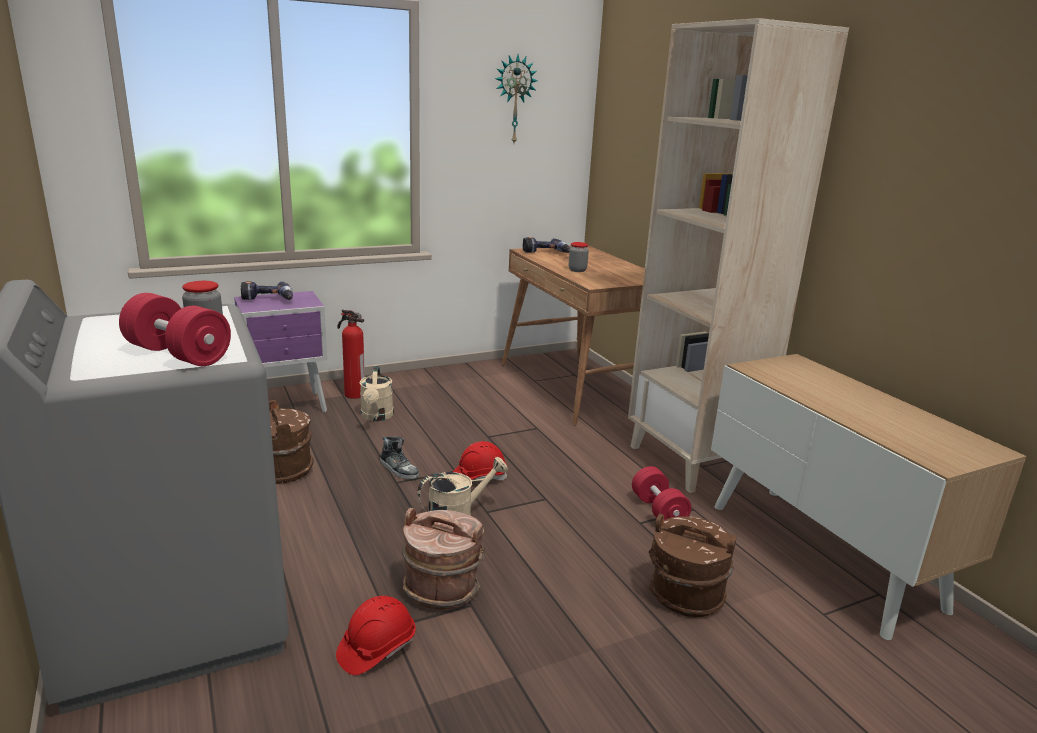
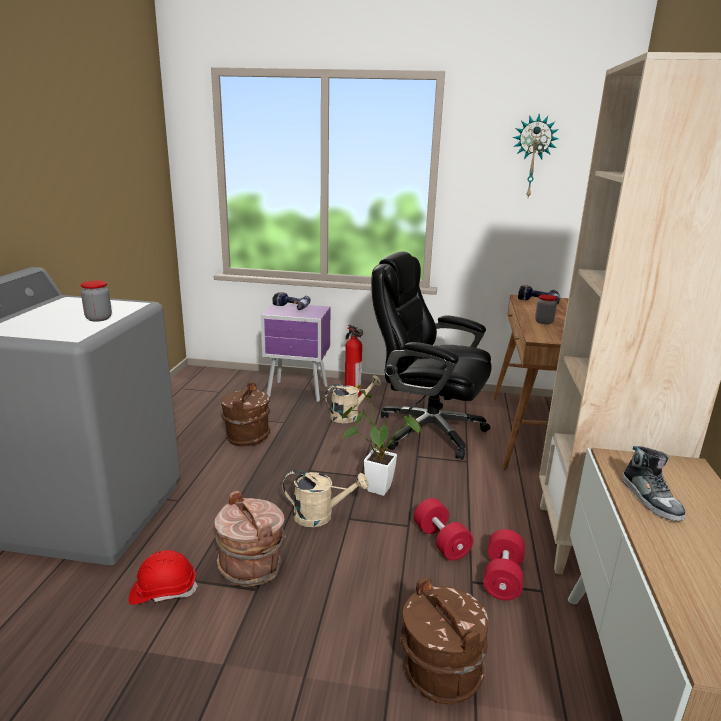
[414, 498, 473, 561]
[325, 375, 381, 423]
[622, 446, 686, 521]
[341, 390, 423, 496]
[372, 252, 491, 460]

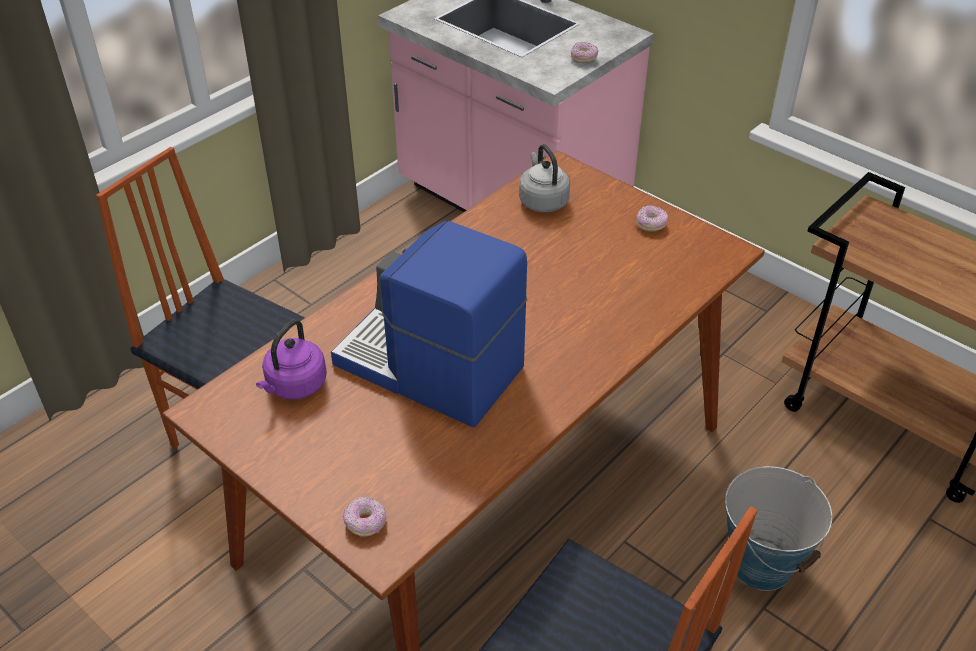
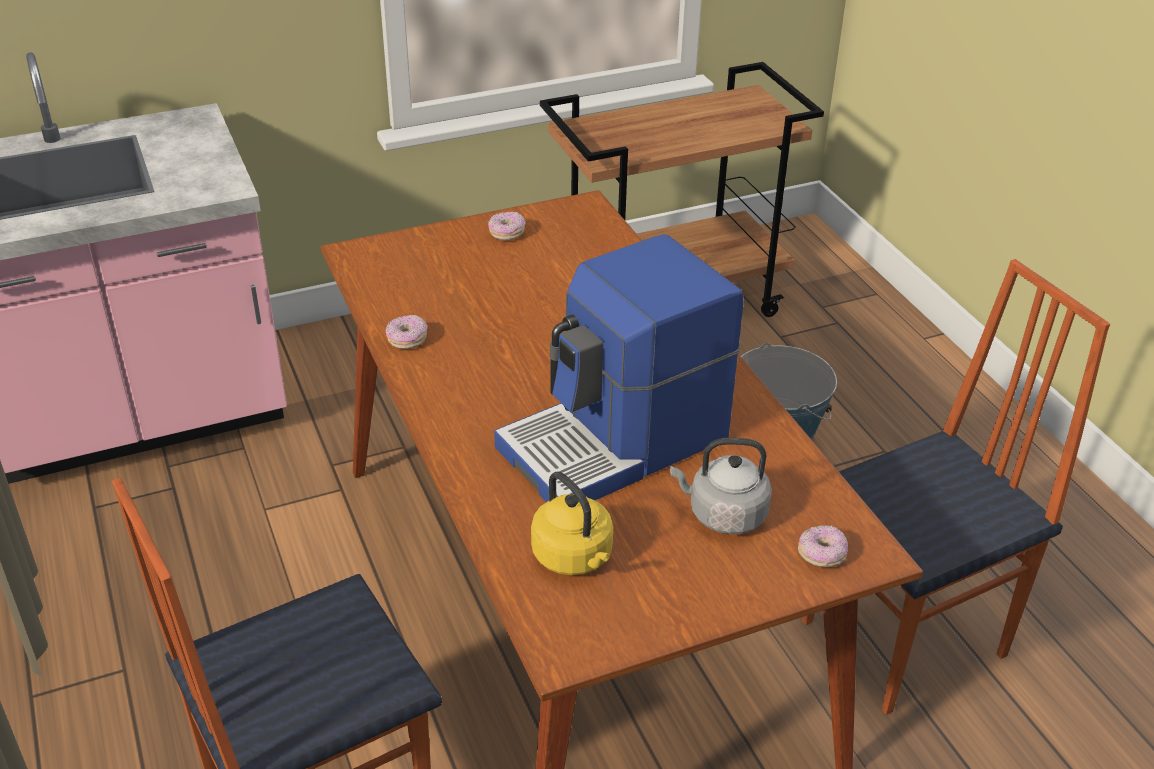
[531, 472, 613, 575]
[670, 438, 772, 534]
[386, 315, 427, 349]

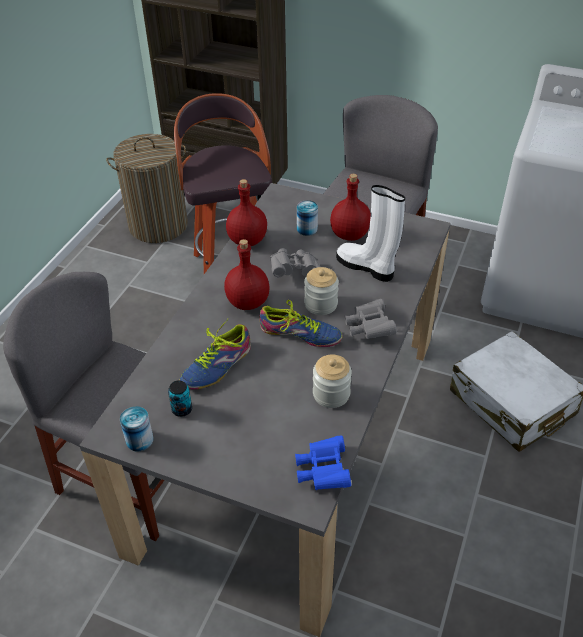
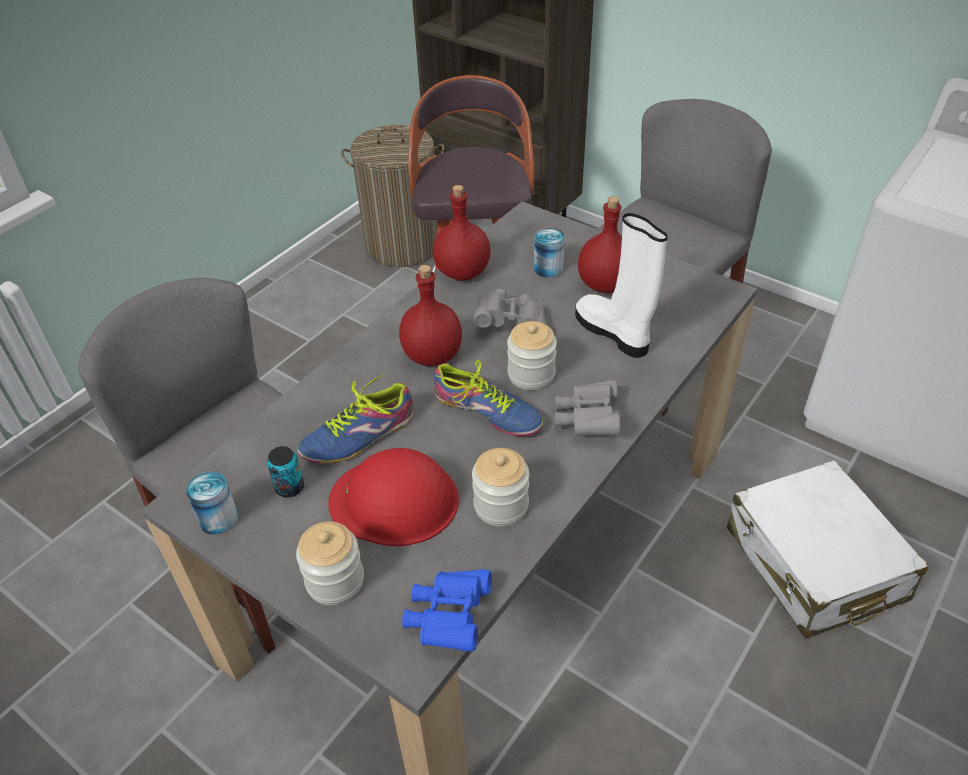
[296, 521, 364, 605]
[328, 448, 459, 546]

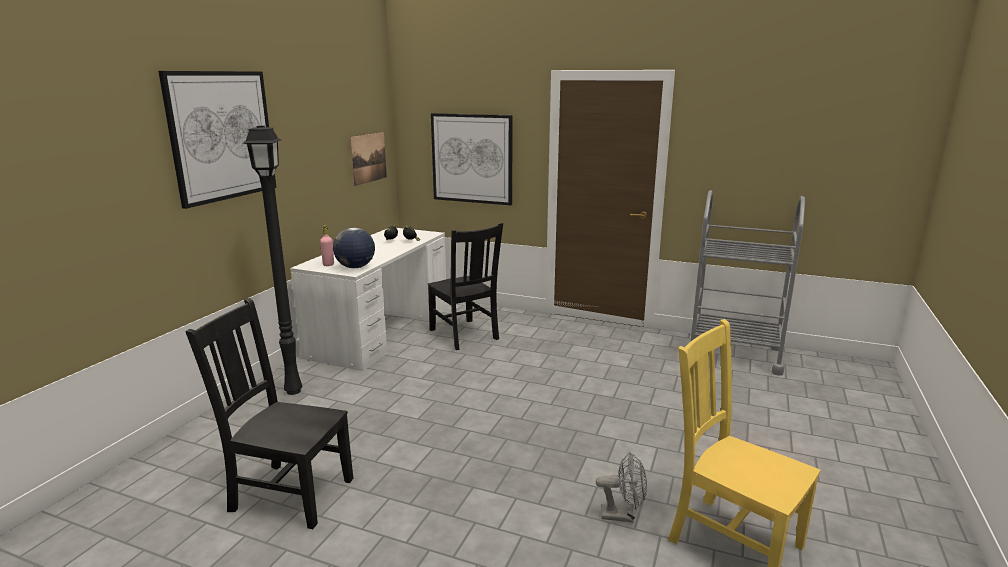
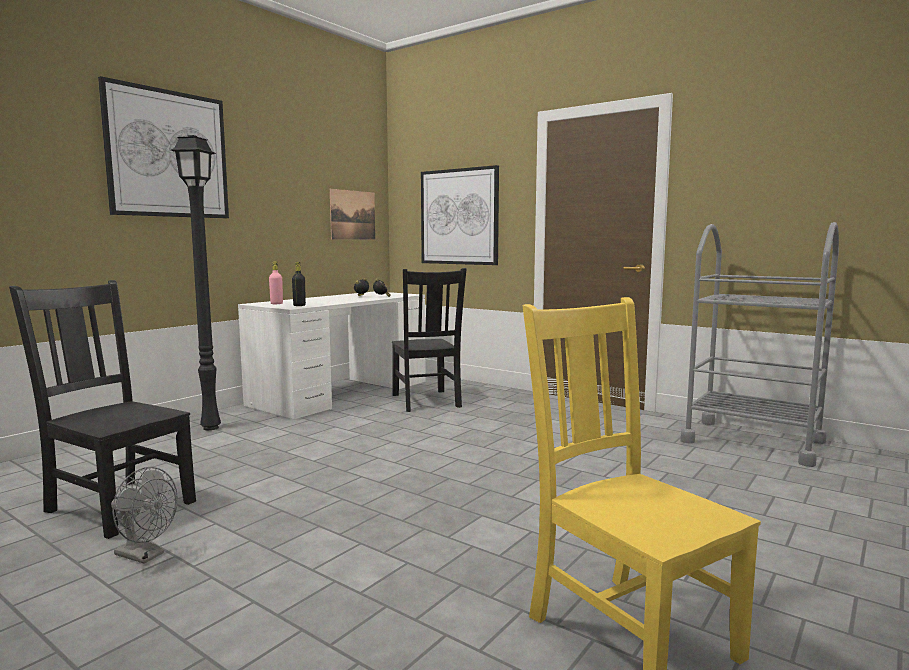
[292, 262, 306, 306]
[111, 467, 178, 564]

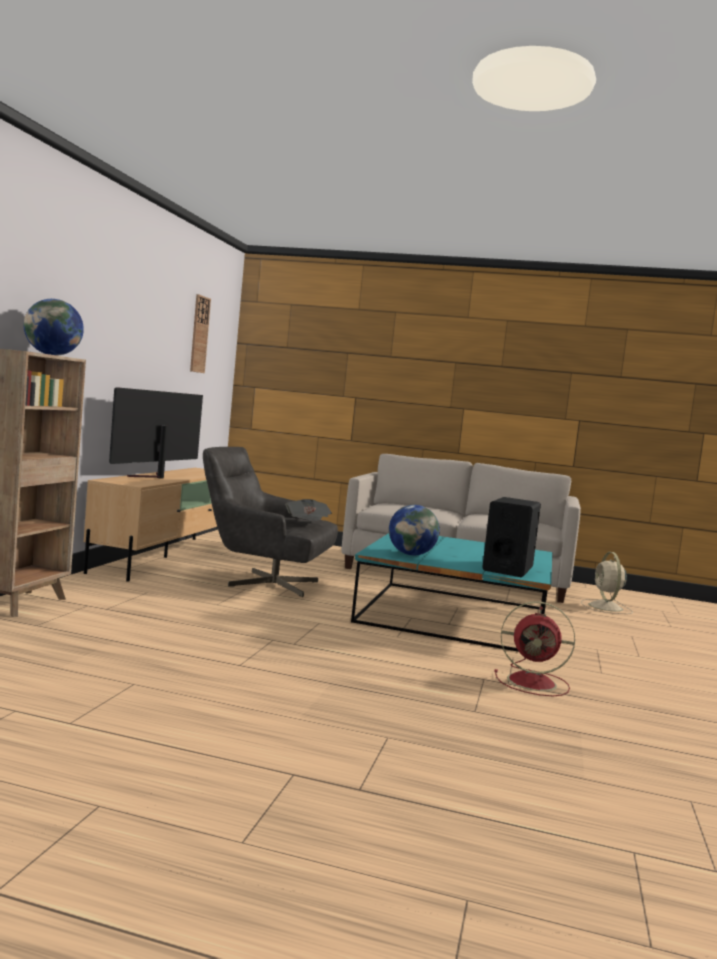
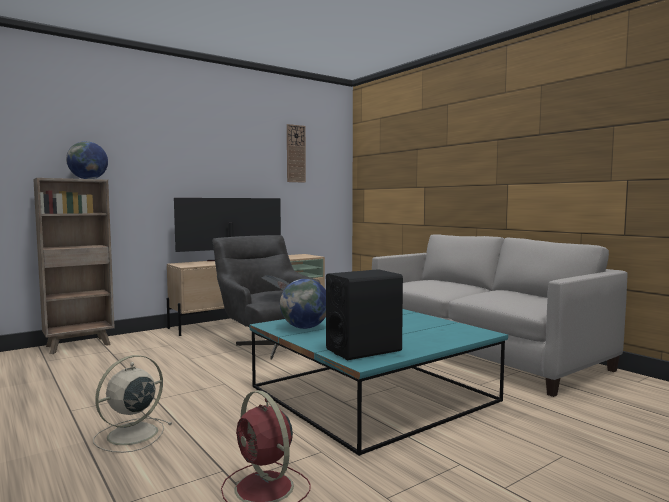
[93, 355, 172, 453]

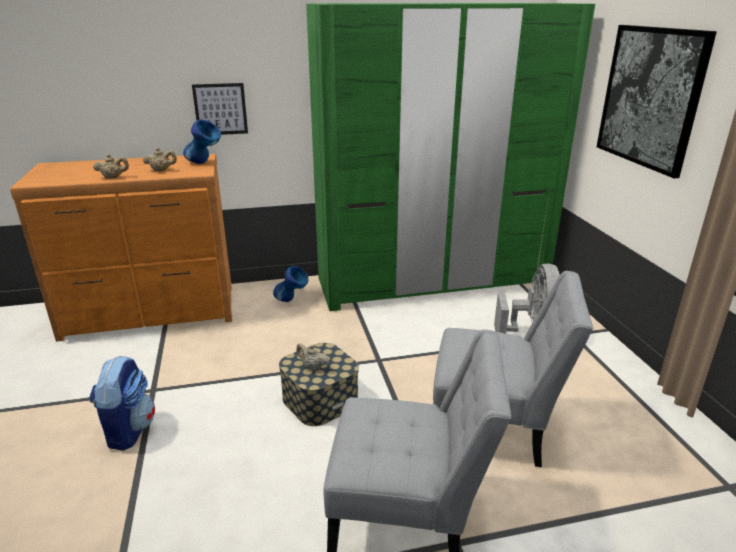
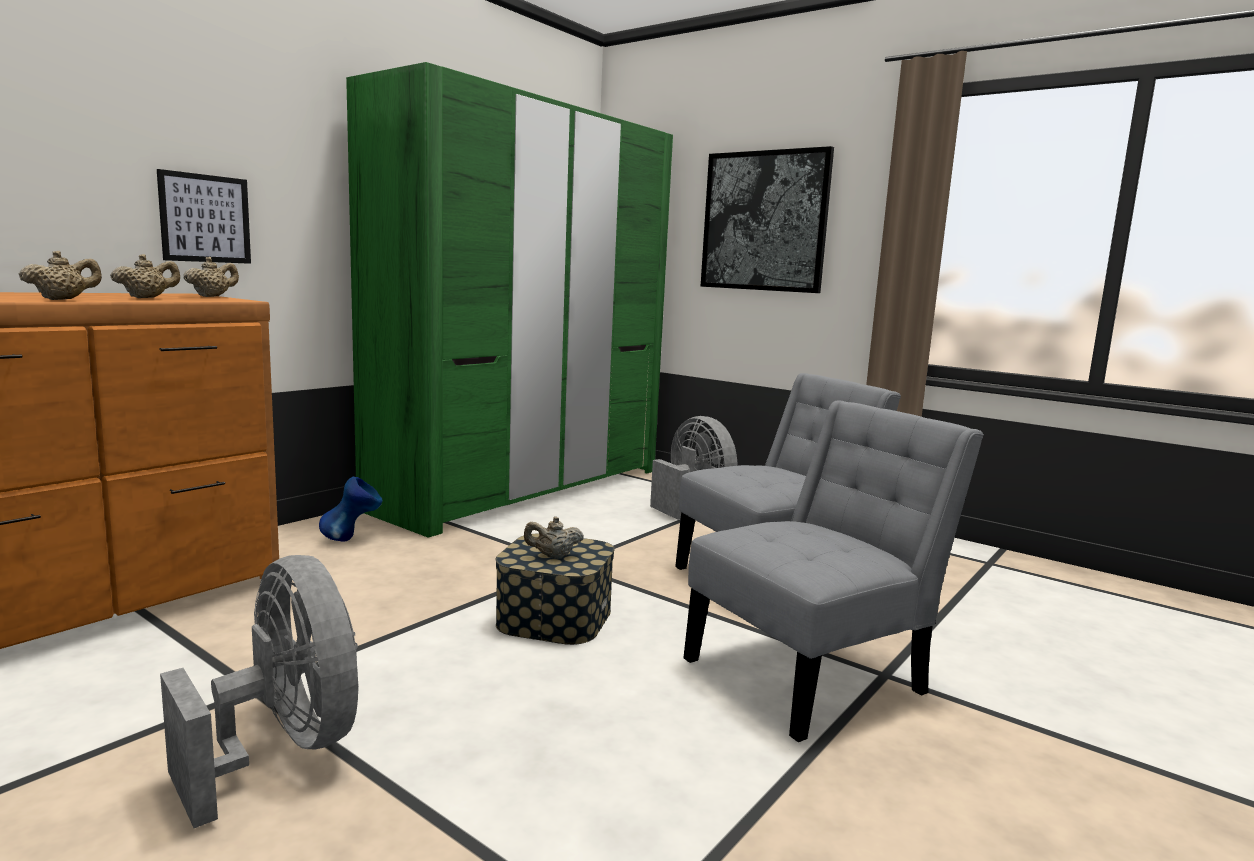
[160, 555, 359, 828]
[184, 257, 239, 297]

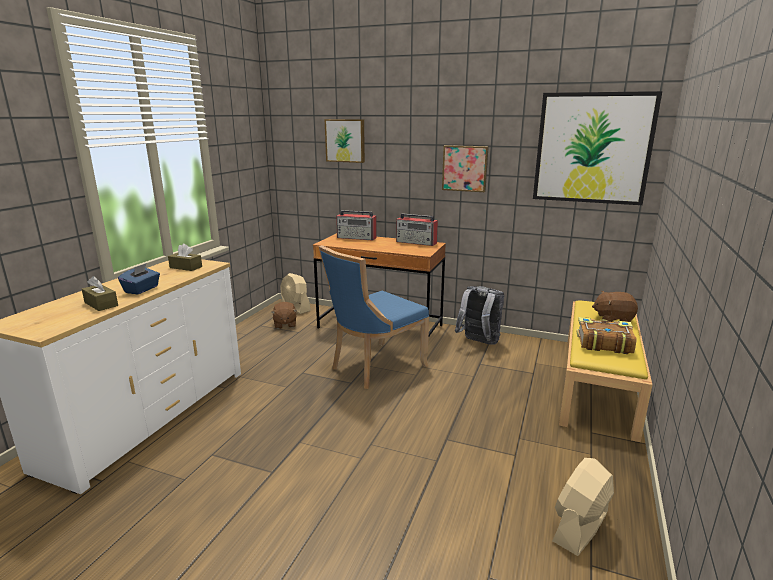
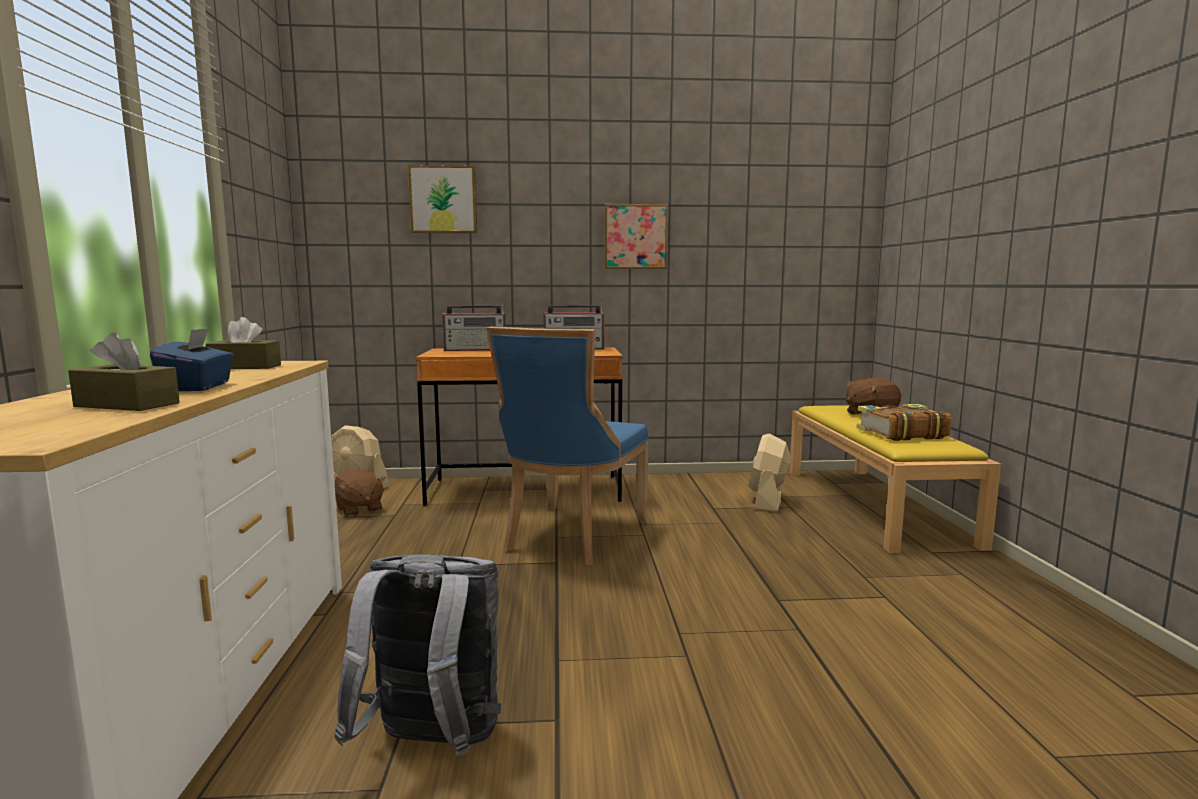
[334, 554, 501, 756]
[533, 91, 662, 205] (first image)
[748, 433, 791, 512]

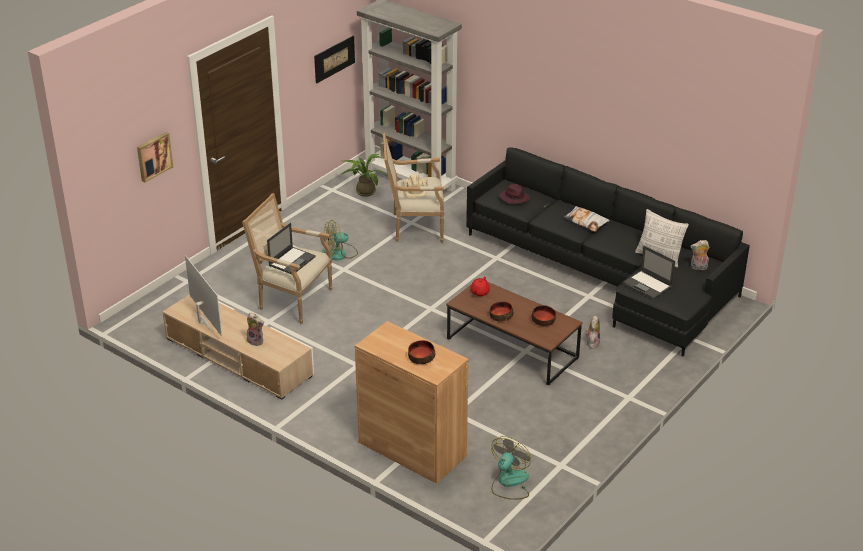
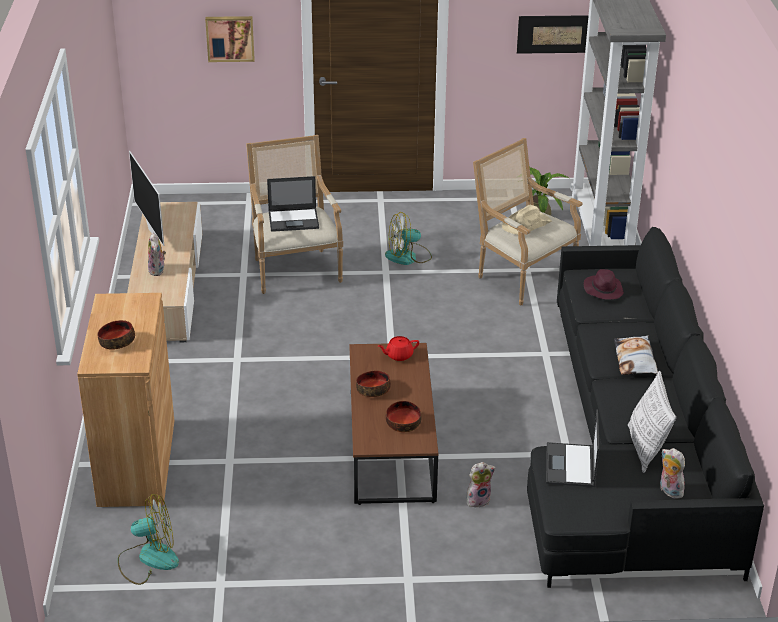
[129, 151, 164, 246]
[385, 212, 432, 265]

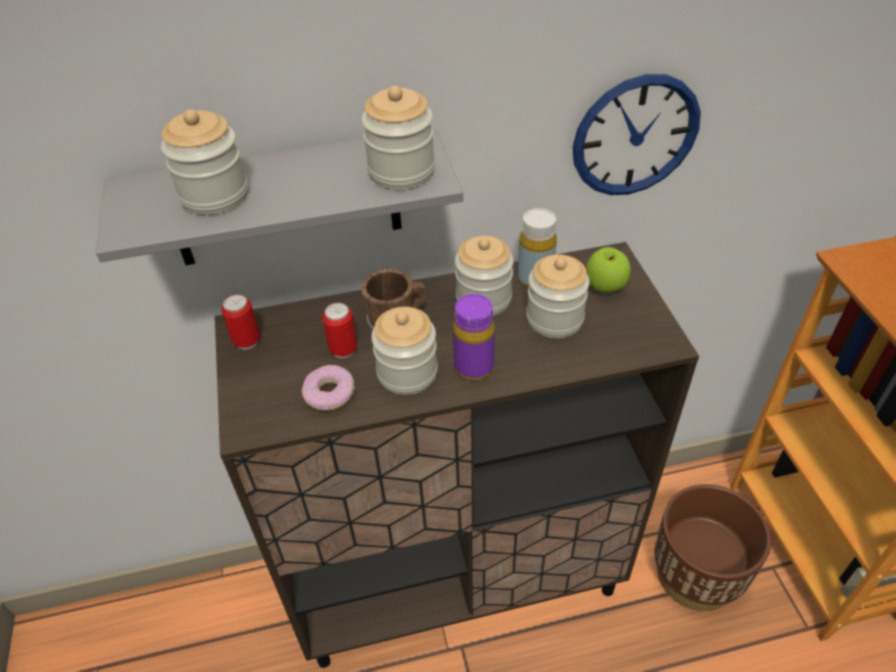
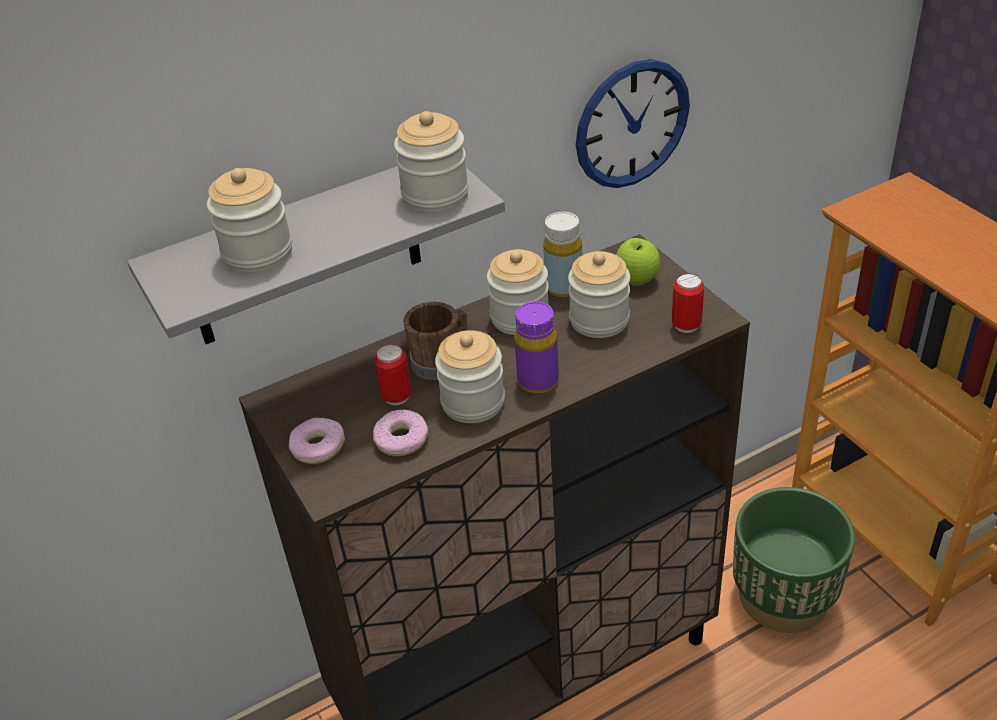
[672, 273, 704, 333]
[733, 487, 855, 633]
[289, 417, 345, 464]

